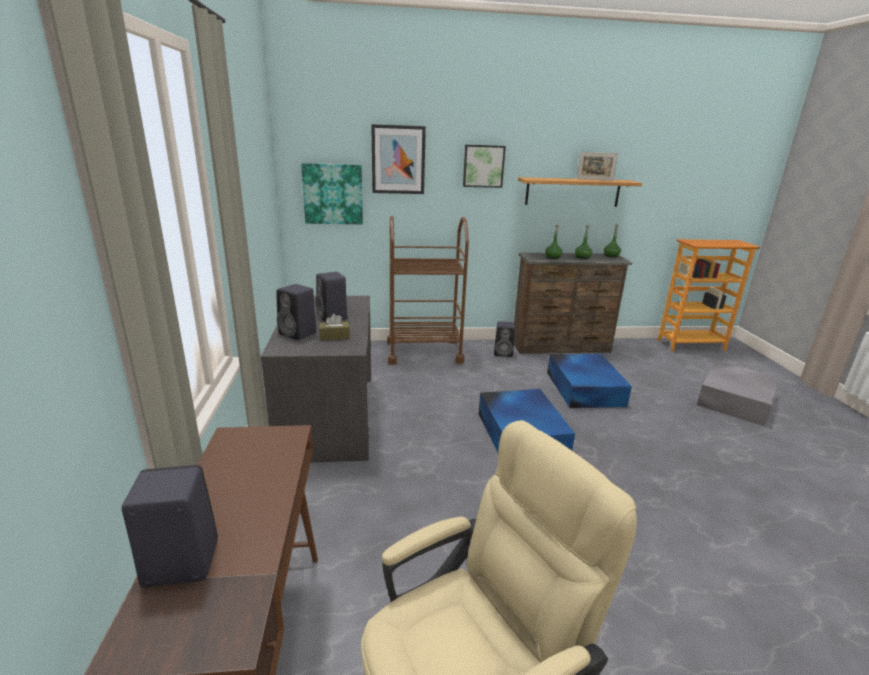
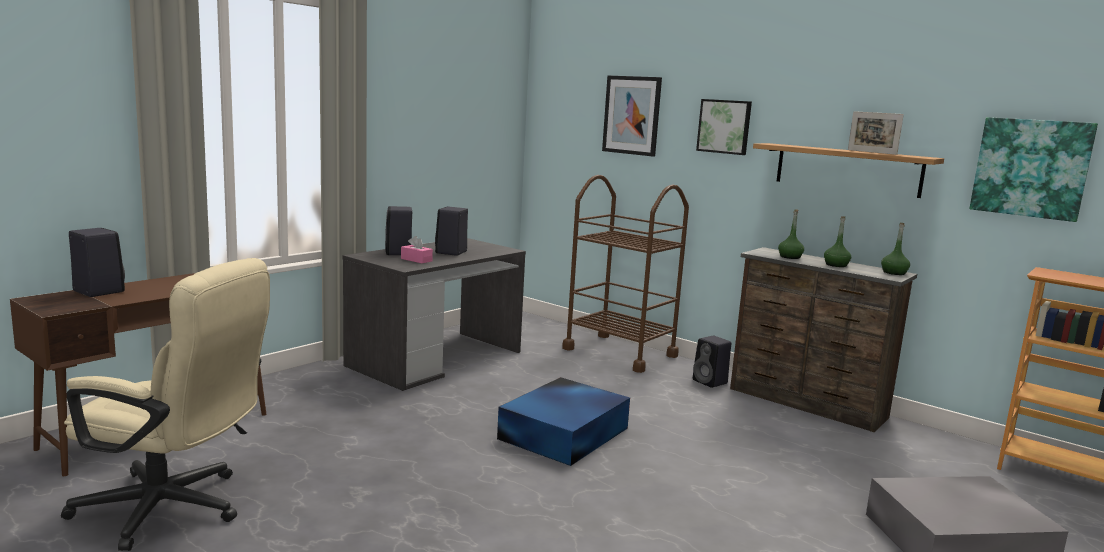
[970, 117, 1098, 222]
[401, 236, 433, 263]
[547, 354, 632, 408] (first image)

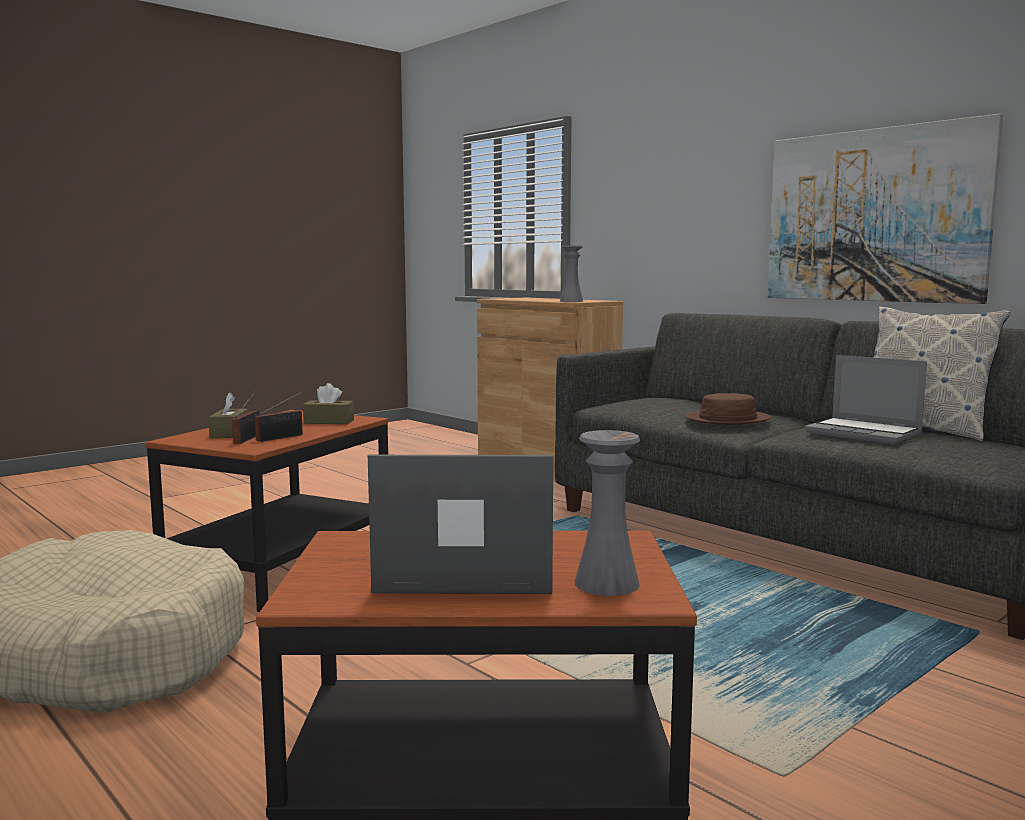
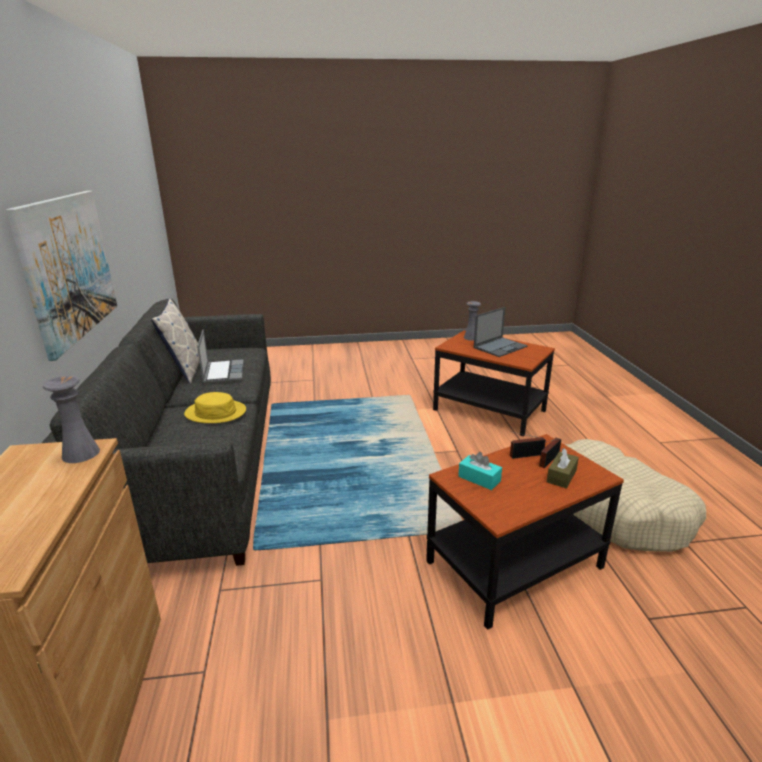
[458, 452, 502, 490]
[473, 307, 528, 357]
[184, 392, 246, 423]

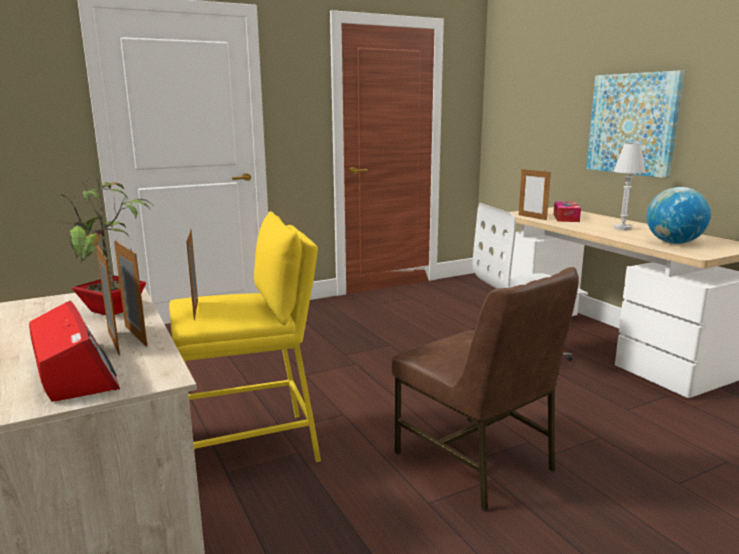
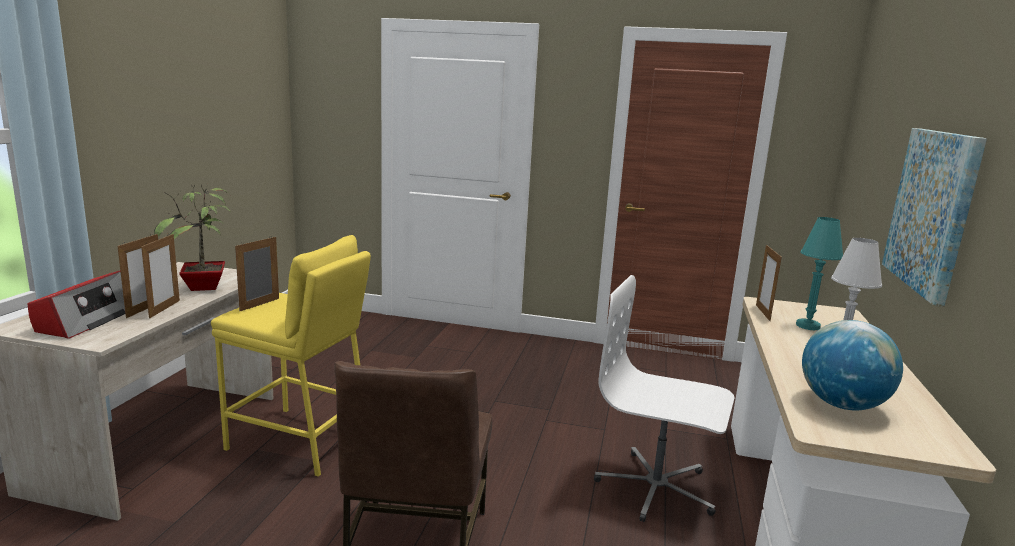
[796, 217, 843, 330]

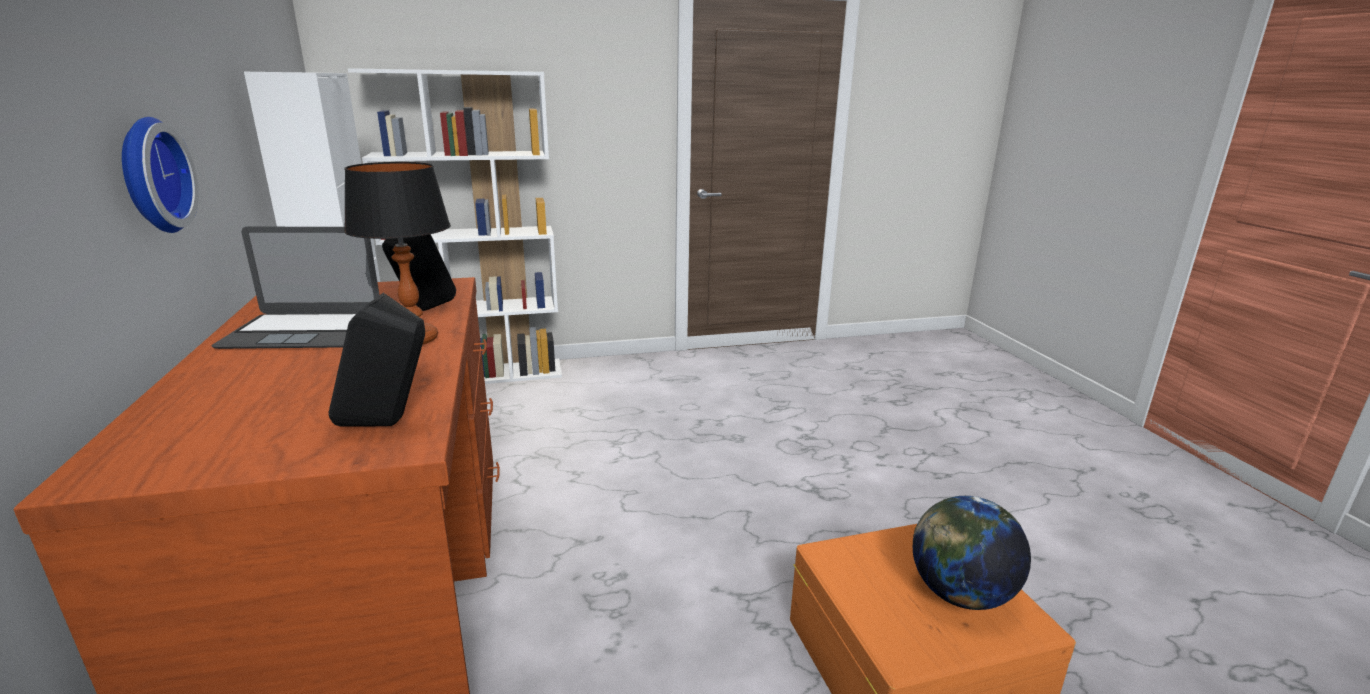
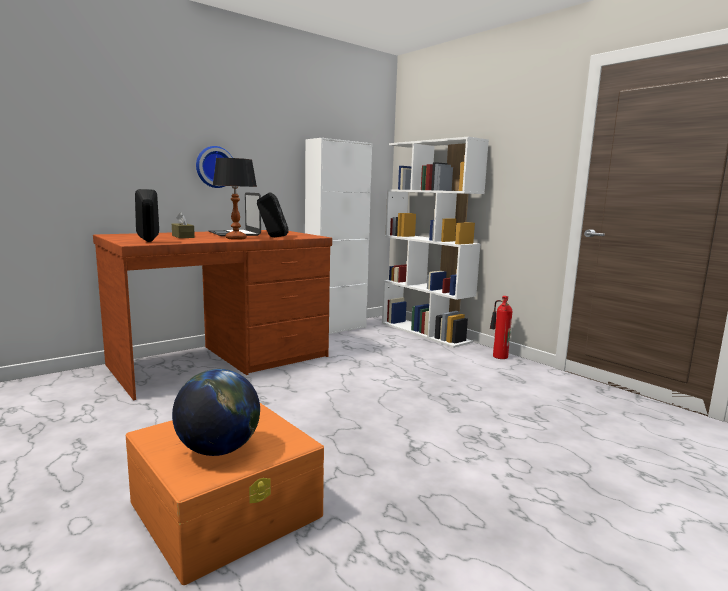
[172, 212, 195, 238]
[490, 296, 512, 359]

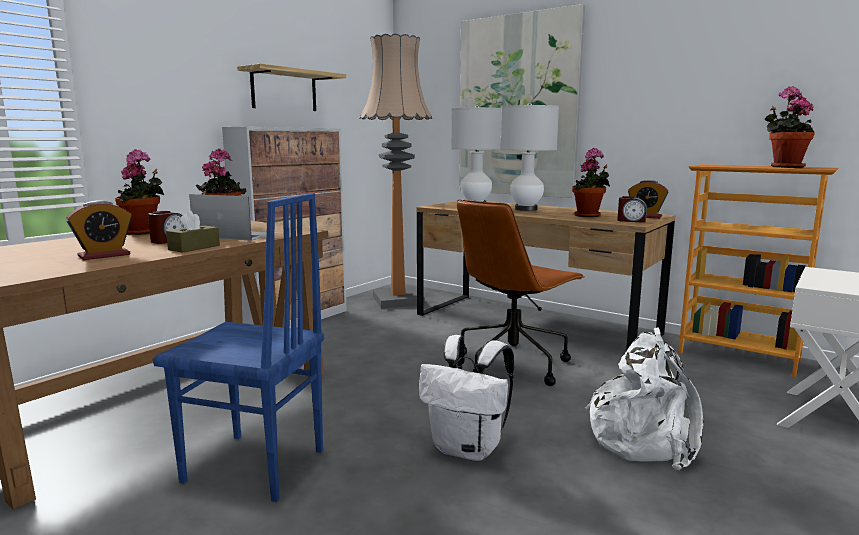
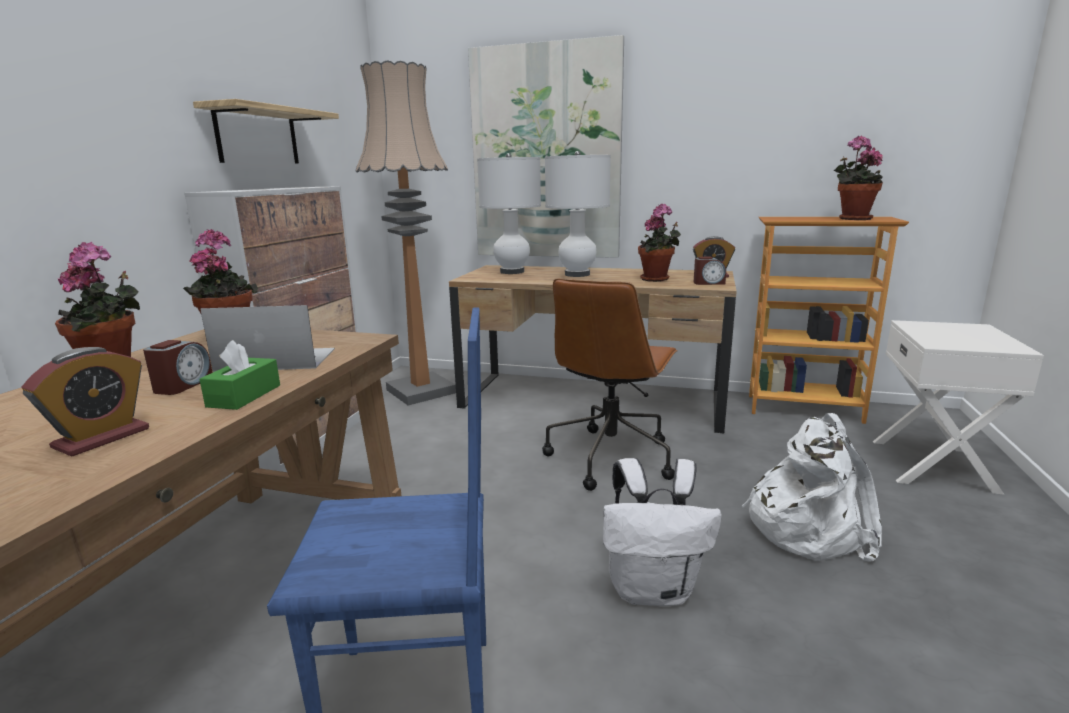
[199, 340, 280, 410]

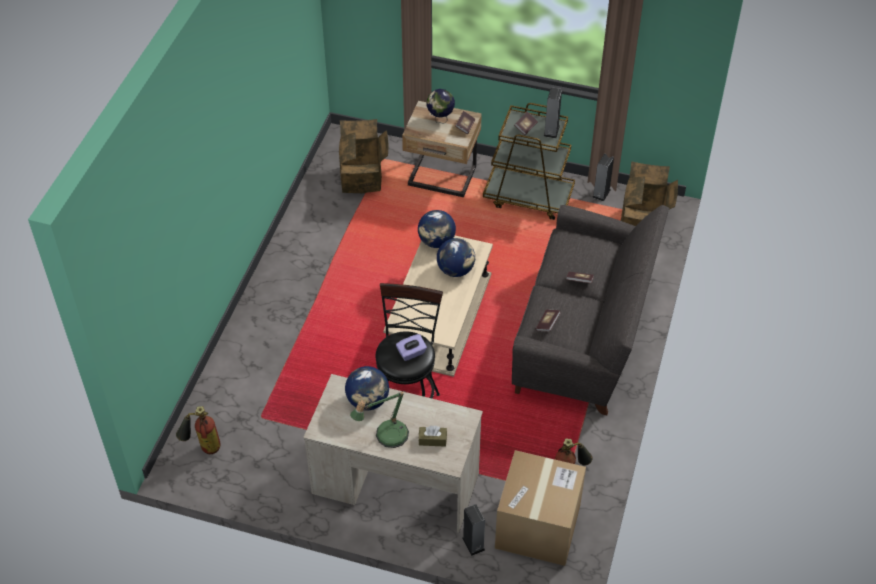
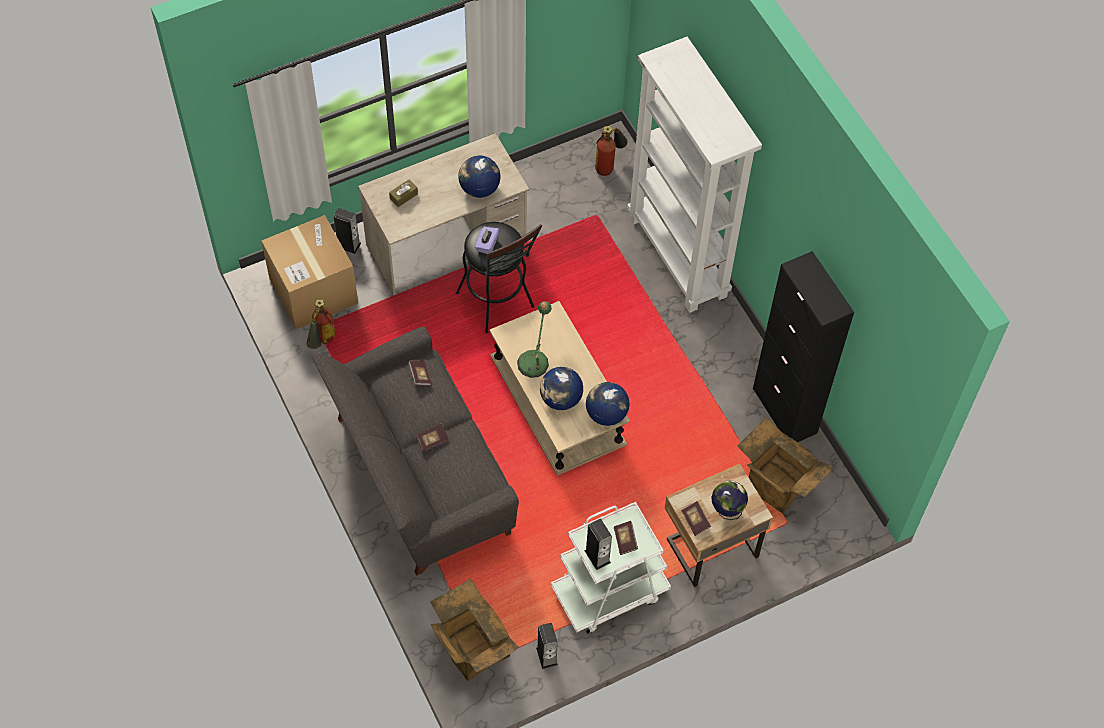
[517, 301, 552, 378]
[551, 502, 671, 634]
[627, 37, 762, 313]
[753, 251, 854, 442]

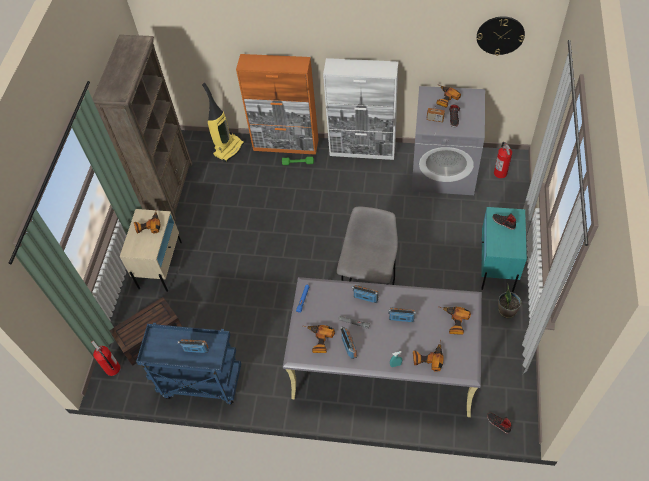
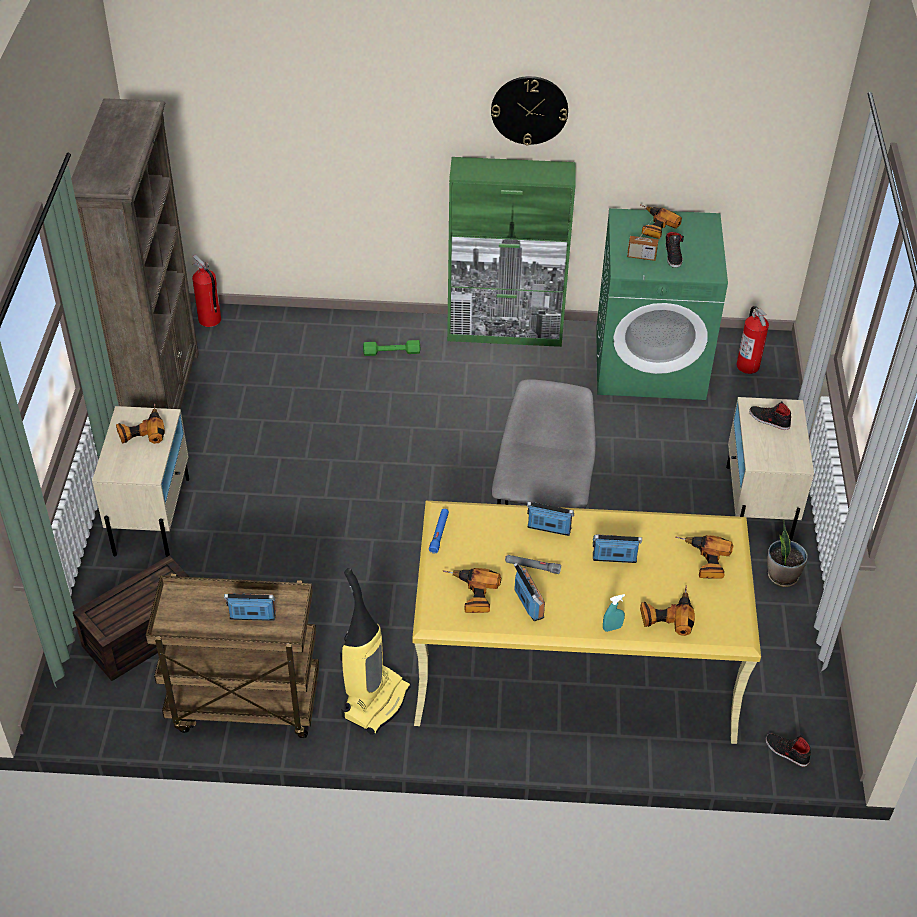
[192, 254, 221, 327]
[145, 574, 319, 738]
[340, 568, 411, 735]
[236, 54, 319, 155] (first image)
[412, 501, 761, 744]
[447, 157, 576, 347]
[596, 208, 728, 400]
[491, 76, 568, 146]
[726, 397, 814, 541]

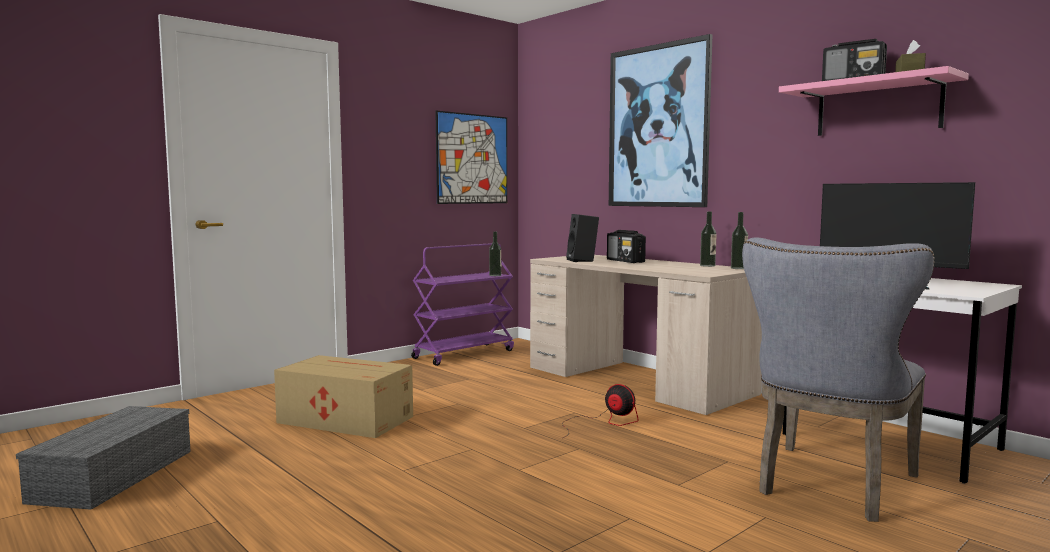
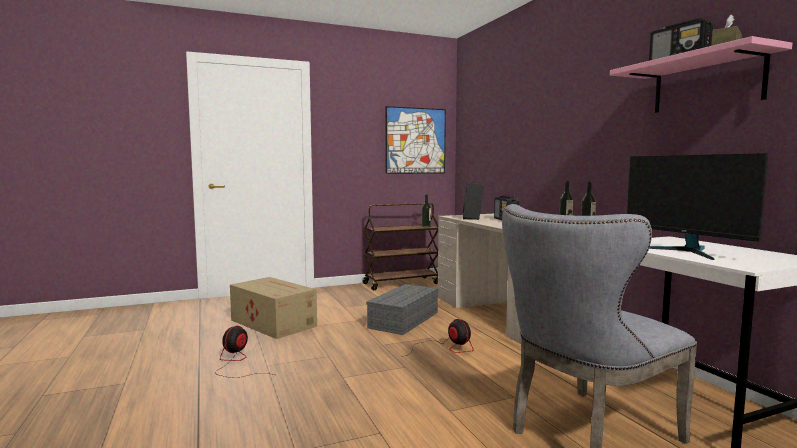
[366, 284, 438, 335]
[362, 203, 438, 290]
[609, 34, 713, 207] (first image)
[215, 326, 274, 378]

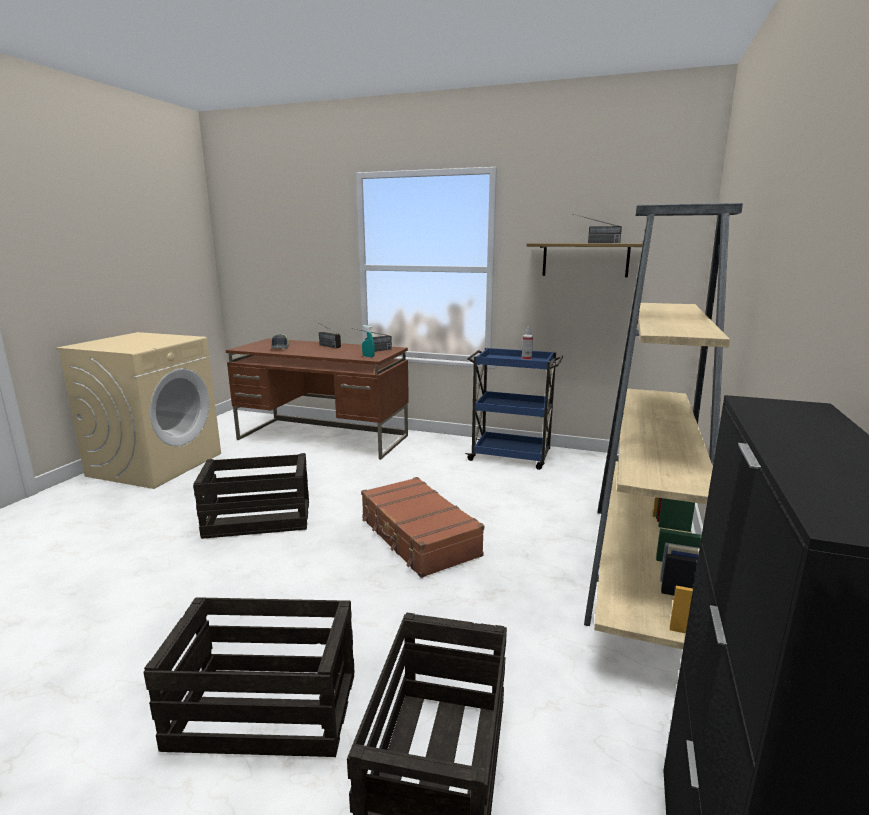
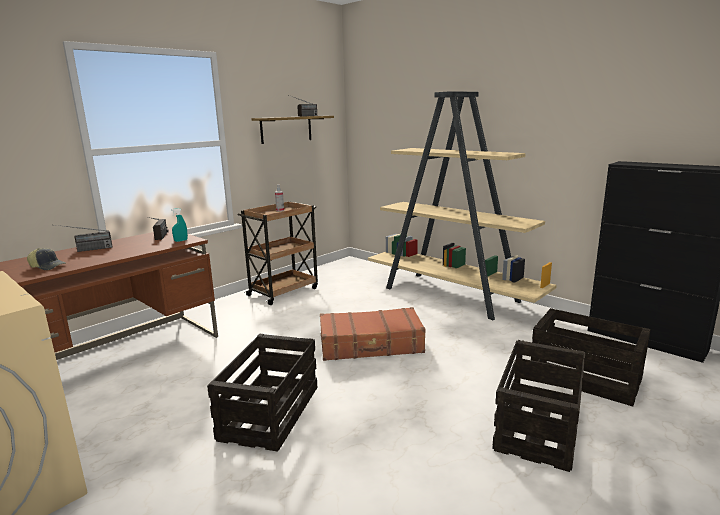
[238, 201, 318, 305]

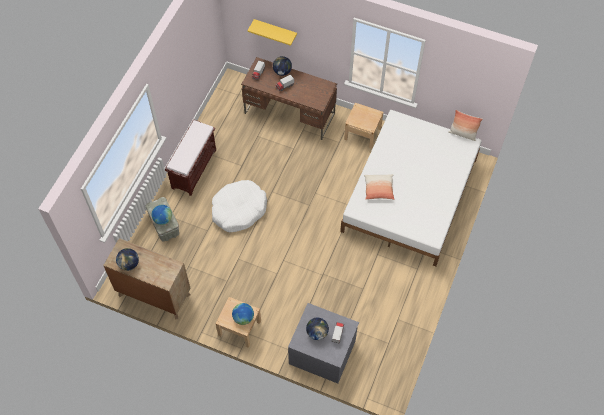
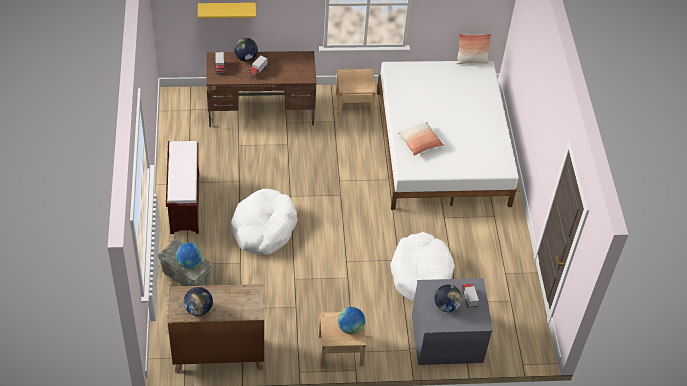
[390, 232, 455, 302]

